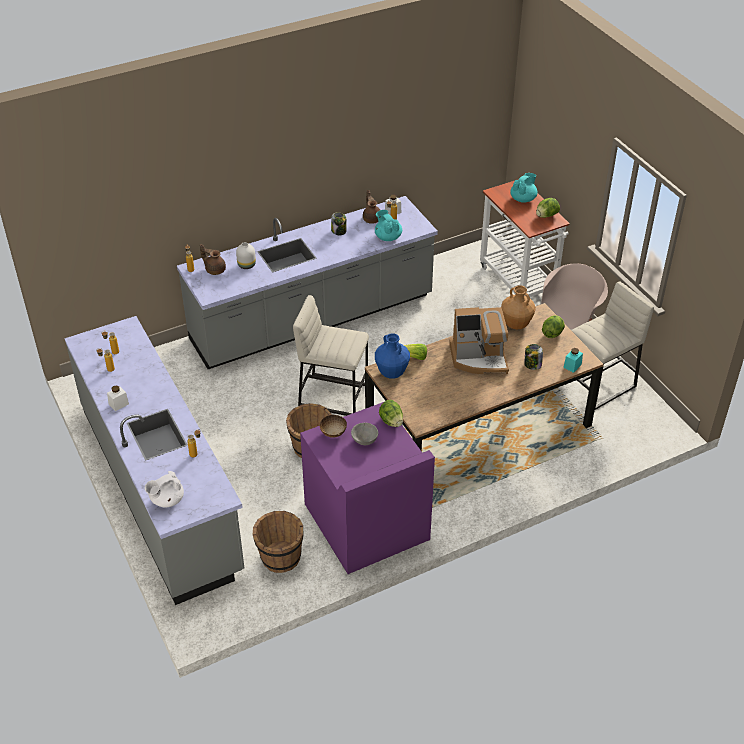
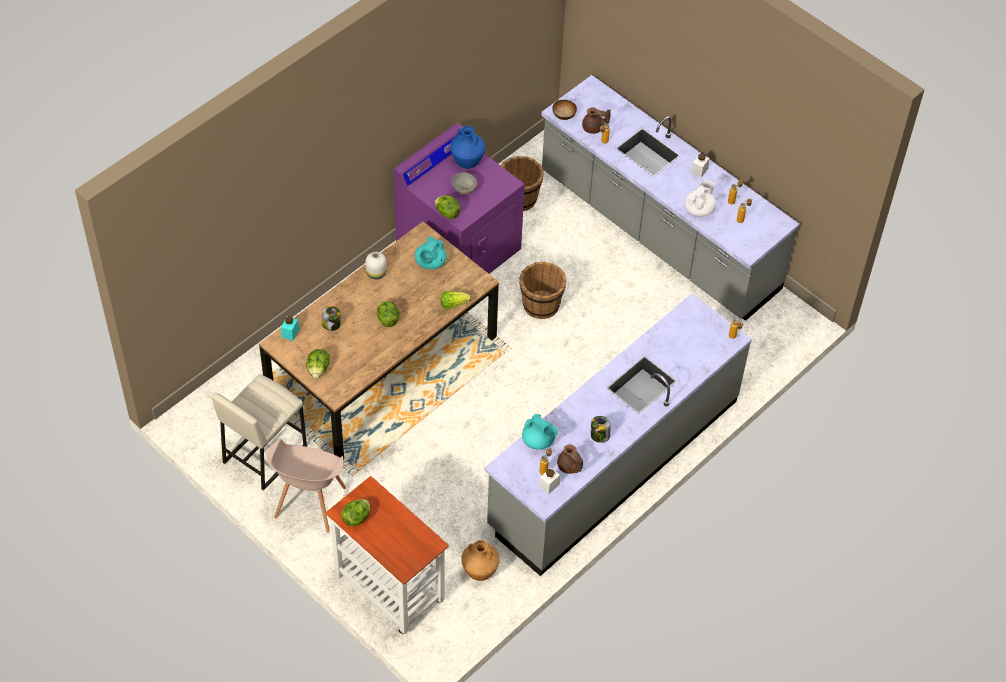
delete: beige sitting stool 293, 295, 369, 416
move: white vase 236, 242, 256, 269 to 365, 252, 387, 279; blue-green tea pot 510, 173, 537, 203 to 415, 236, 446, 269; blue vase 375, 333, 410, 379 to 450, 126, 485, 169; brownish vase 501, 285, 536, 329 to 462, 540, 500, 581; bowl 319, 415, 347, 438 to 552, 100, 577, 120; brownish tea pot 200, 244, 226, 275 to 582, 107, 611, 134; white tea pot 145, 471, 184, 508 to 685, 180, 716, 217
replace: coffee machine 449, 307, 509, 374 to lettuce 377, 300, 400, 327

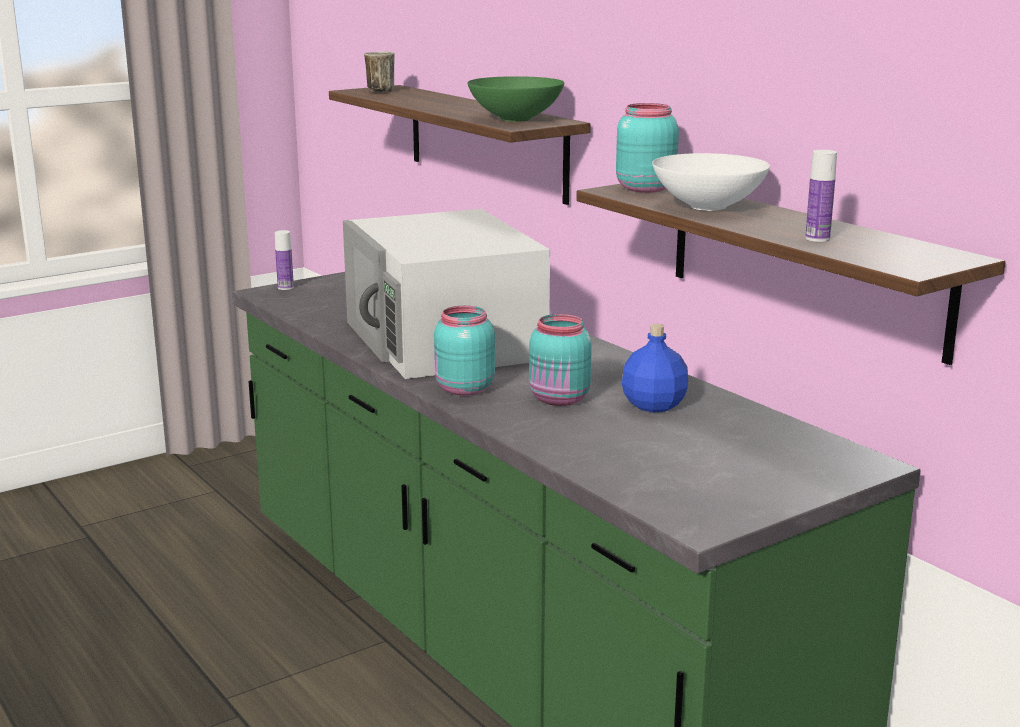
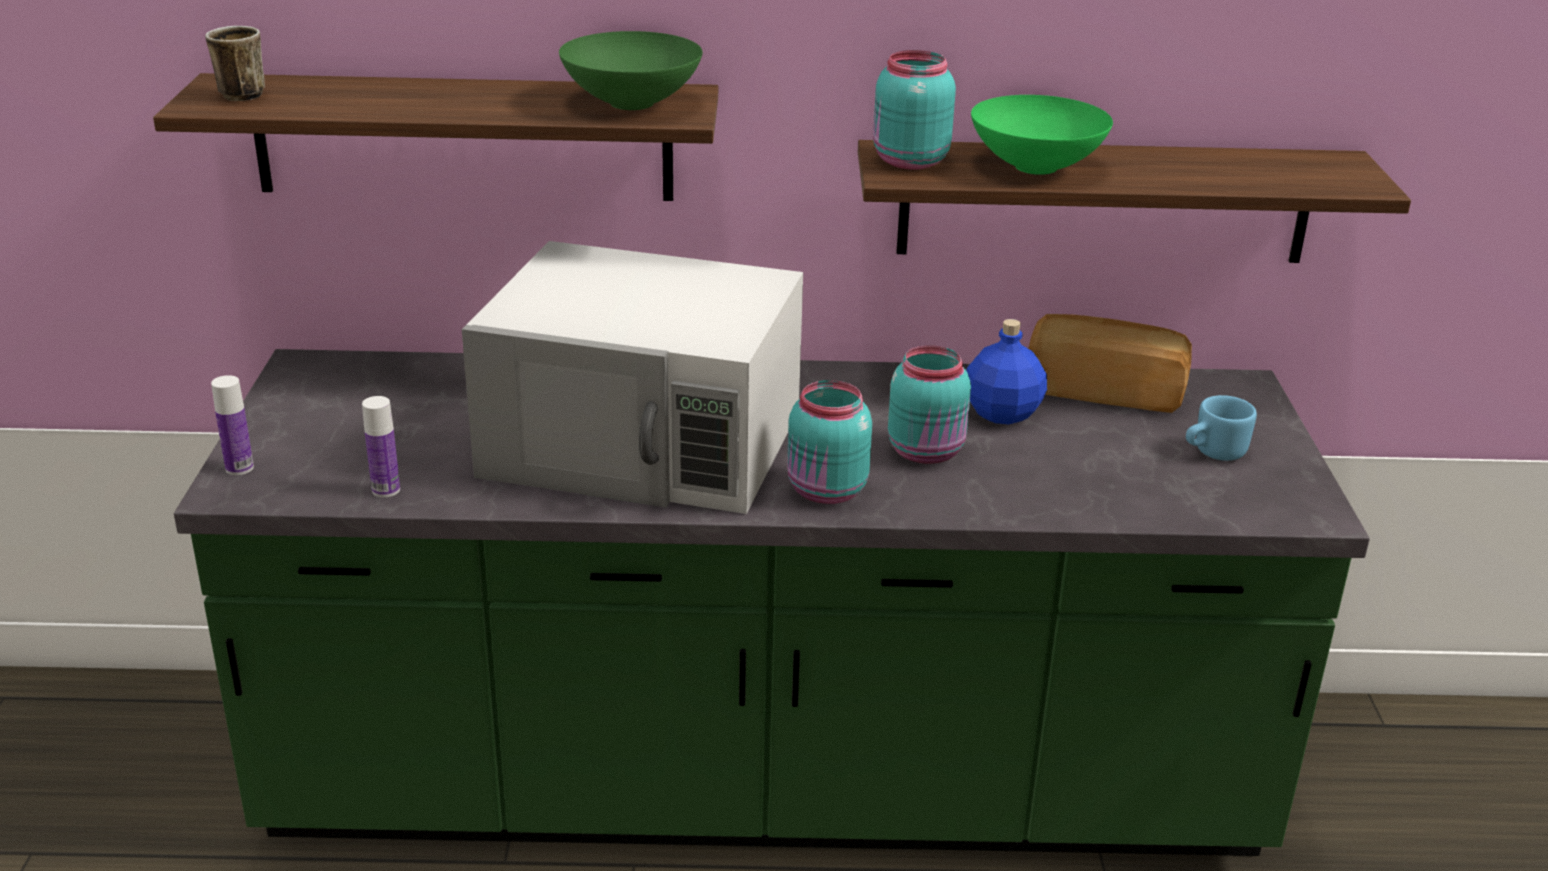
insert: bread 1028, 314, 1192, 413; blue tea mug 1186, 395, 1257, 461
move: bottle 805, 150, 837, 242 to 362, 396, 400, 497
recolor: white bowl 652, 153, 770, 211 to greenish bowl 971, 95, 1113, 175

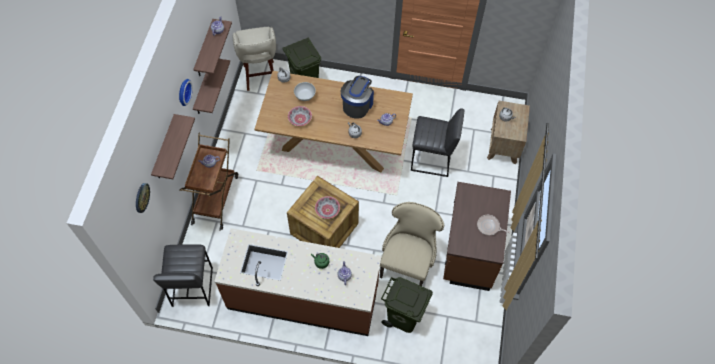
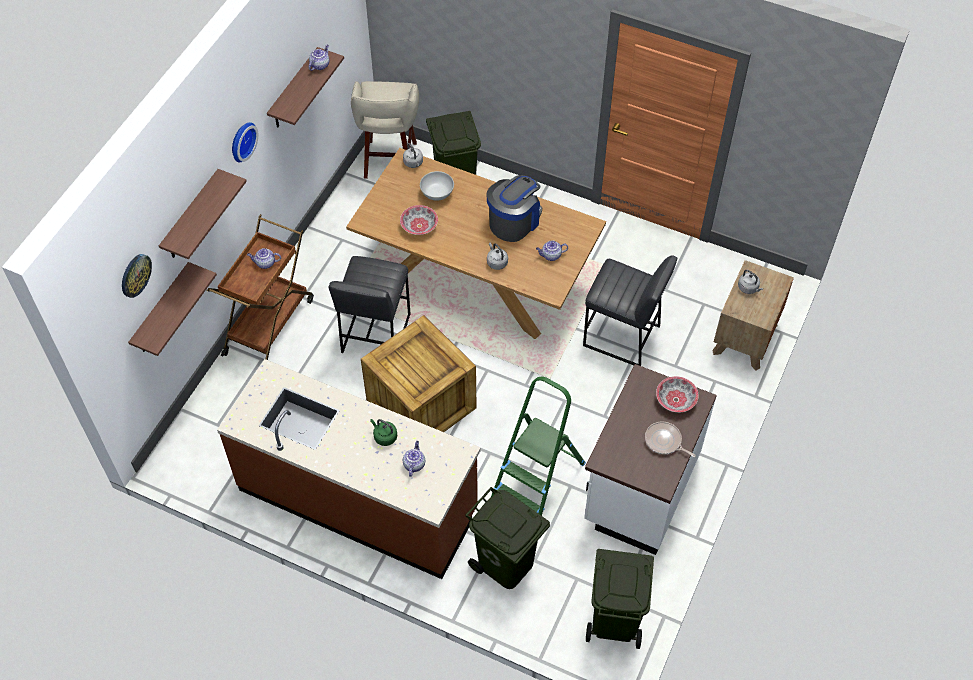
insert: greenish waste bin 586, 549, 654, 649
move: wall shelf 193, 59, 230, 114 to 128, 262, 217, 356; grey sitting stool 153, 244, 213, 307 to 328, 256, 411, 353; bowl 315, 196, 340, 219 to 656, 376, 699, 413
replace: beige plain chair 380, 202, 444, 286 to greenish step ladder 491, 377, 586, 516
recolor: brownish kitchen counter 443, 182, 511, 291 to white kitchen counter 584, 364, 717, 555

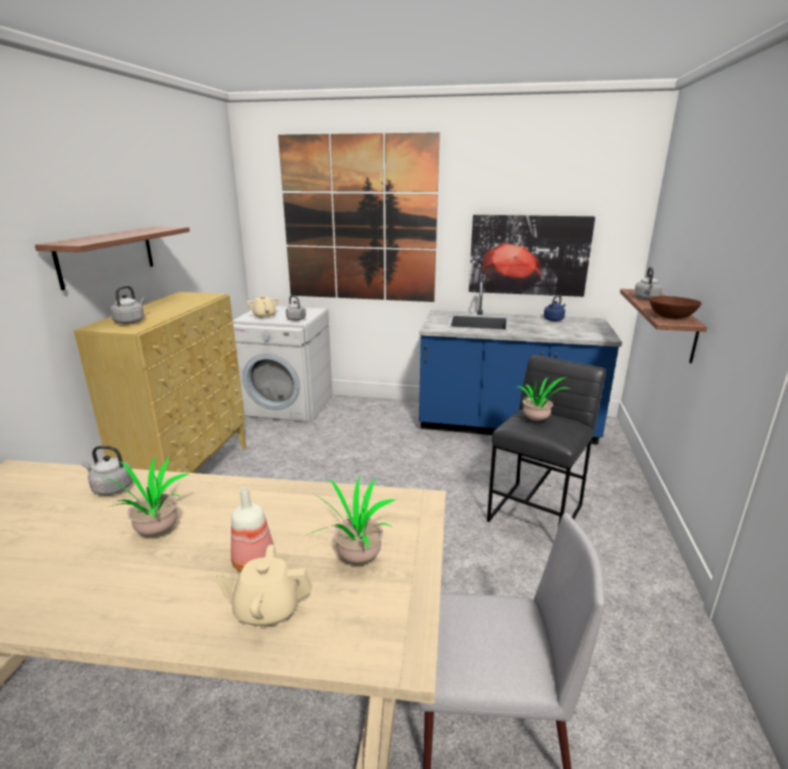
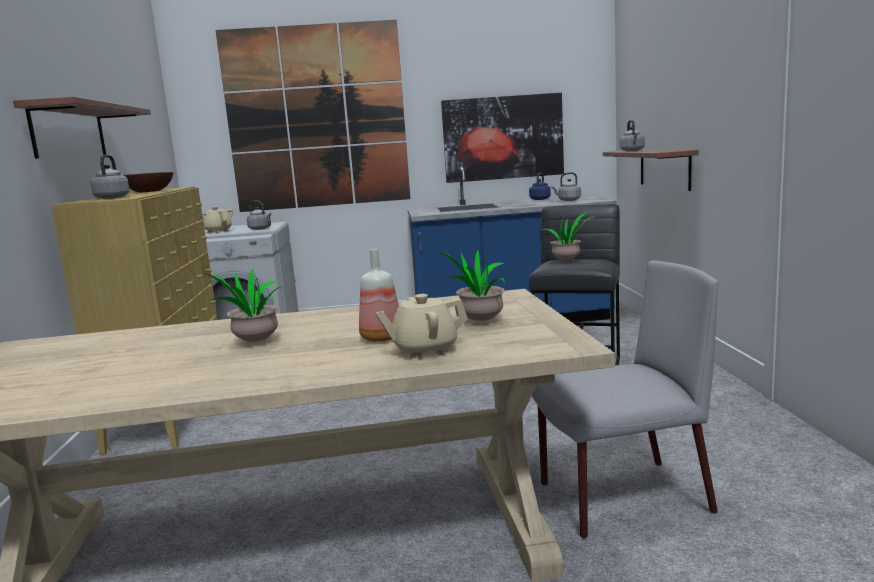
move: brownish bowl 650, 296, 702, 319 to 125, 172, 174, 192; grey kettle 82, 446, 133, 495 to 552, 172, 581, 201

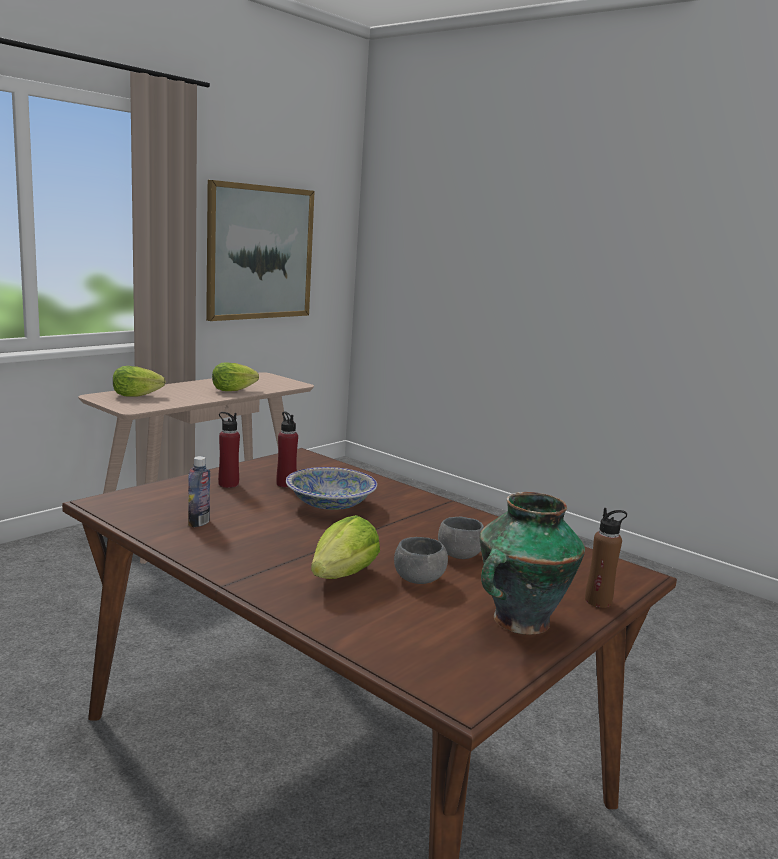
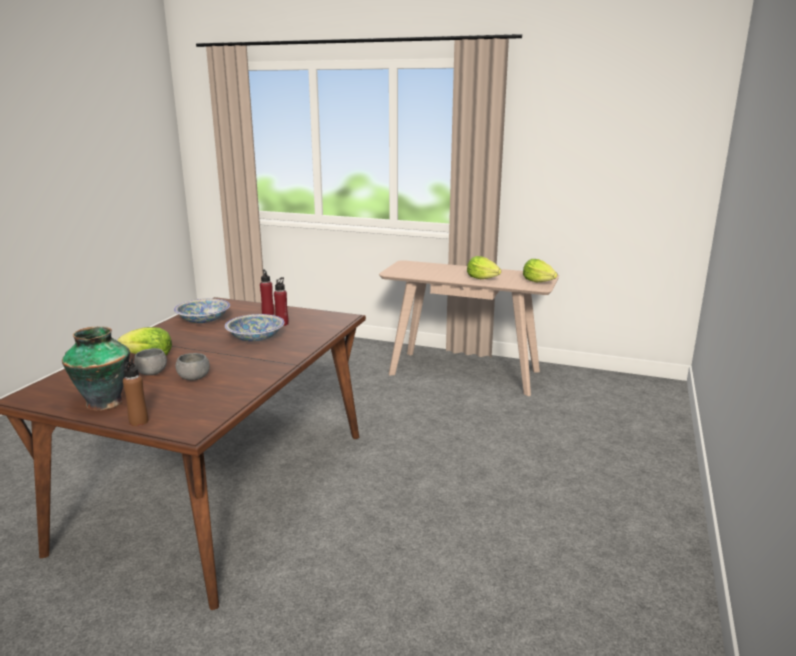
delete: wall picture 206, 180, 315, 321
move: lettuce 113, 366, 166, 397 to 523, 259, 557, 282
replace: bottle 188, 456, 210, 527 to bowl 174, 299, 230, 323

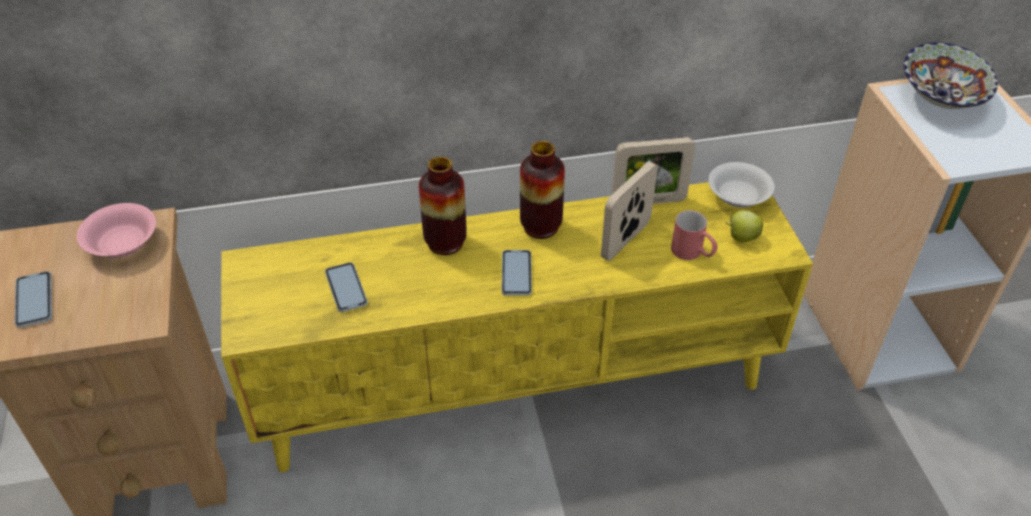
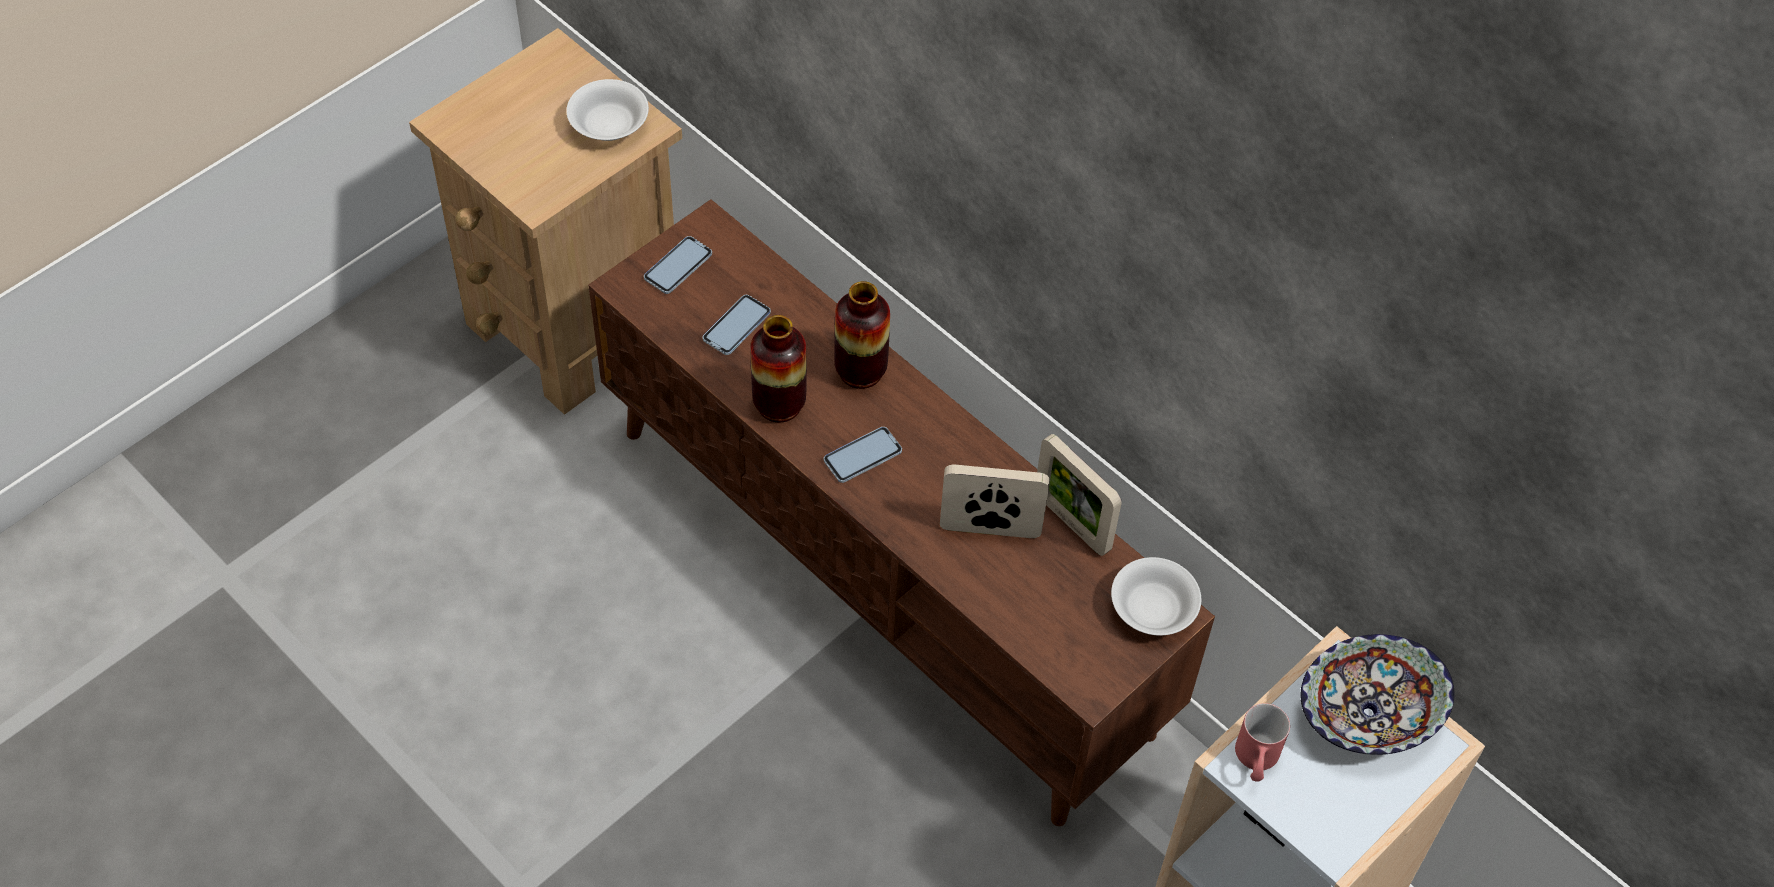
delete: whole apple 726, 210, 763, 242
move: phone 15, 271, 52, 328 to 644, 236, 712, 294; vase 520, 141, 565, 239 to 750, 315, 807, 423; reddish tea mug 671, 210, 718, 260 to 1235, 703, 1290, 782
recolor: pink bowl 77, 203, 156, 258 to white bowl 566, 79, 649, 141; yellow tv stand 221, 182, 813, 472 to brownish tv stand 588, 199, 1215, 826

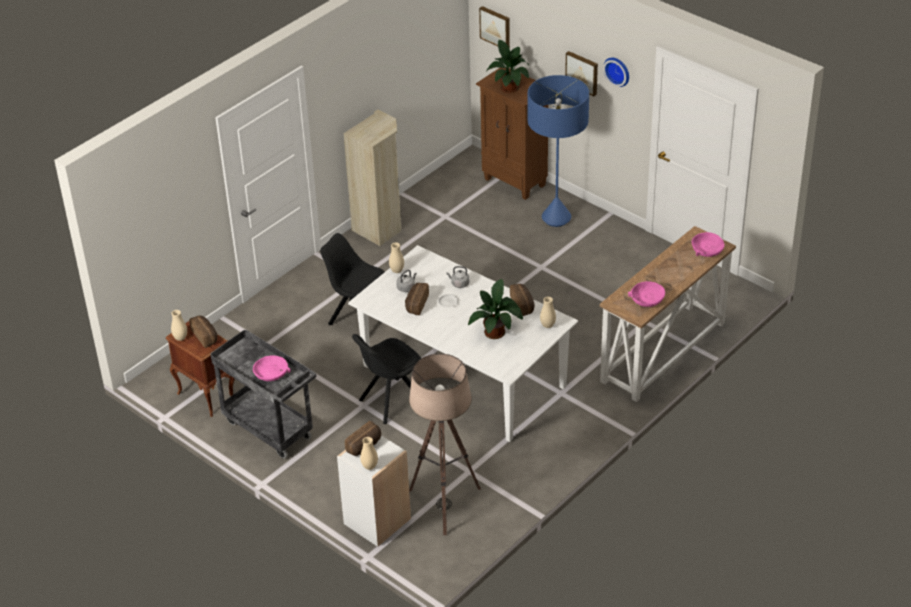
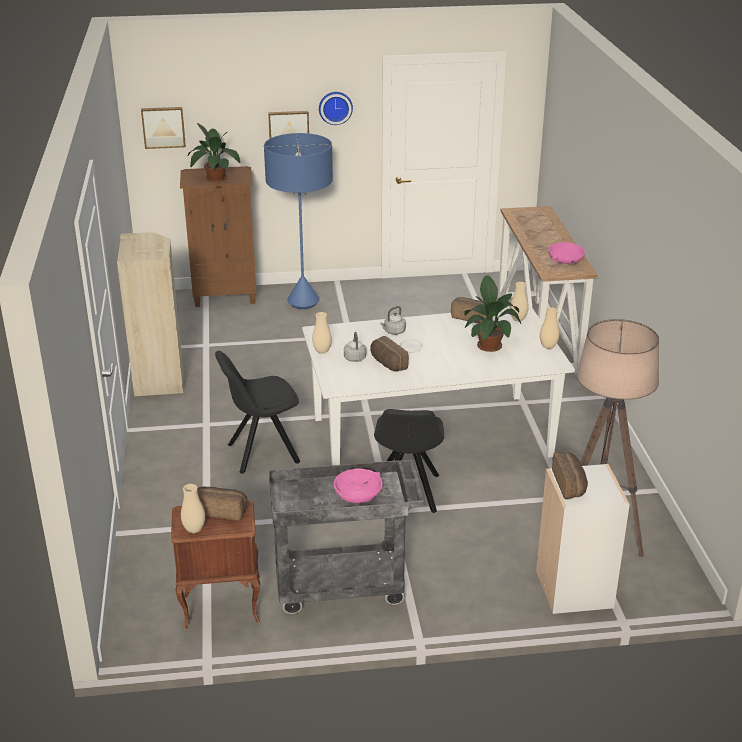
delete: pink bowl 692, 232, 724, 257
move: beige vase 360, 437, 378, 470 to 540, 308, 559, 349

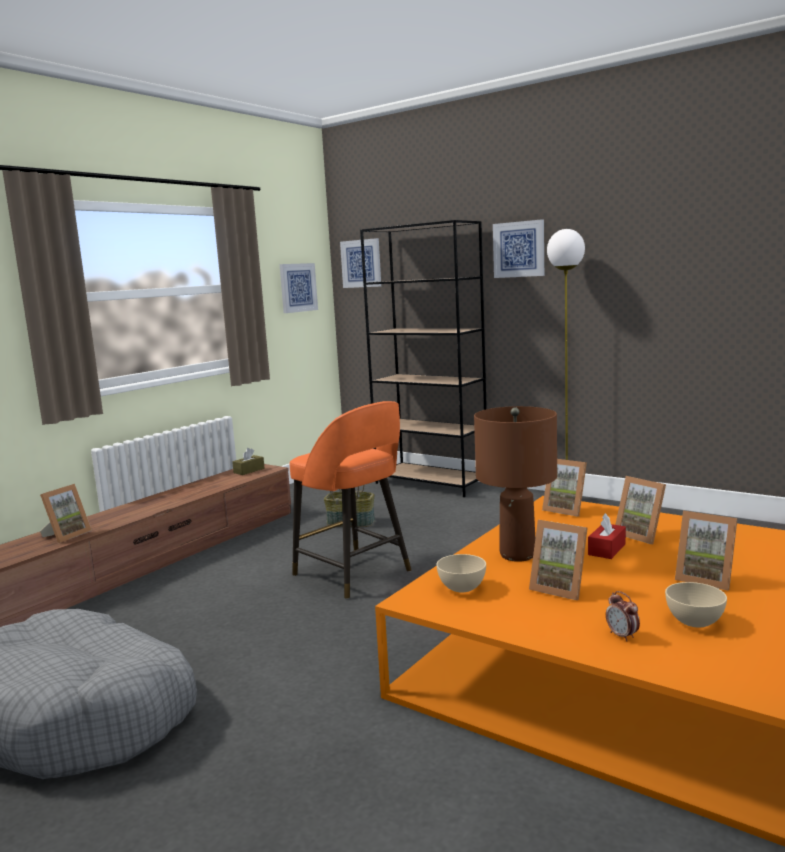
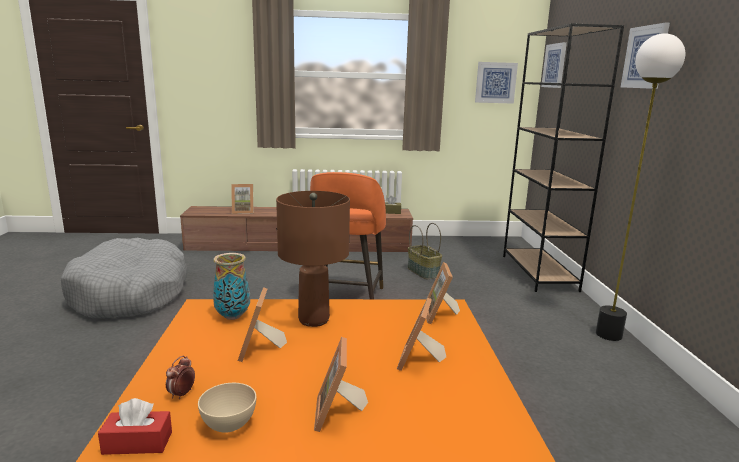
move: reddish tissue holder 588, 513, 626, 559 to 98, 398, 172, 455
replace: beige bowl 436, 554, 486, 592 to vase 213, 253, 250, 320

